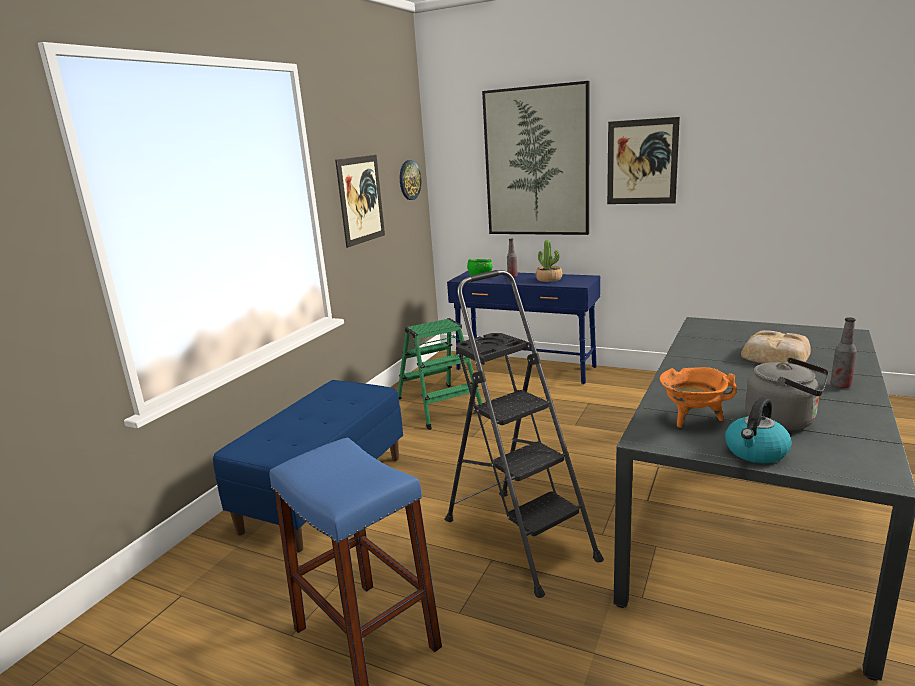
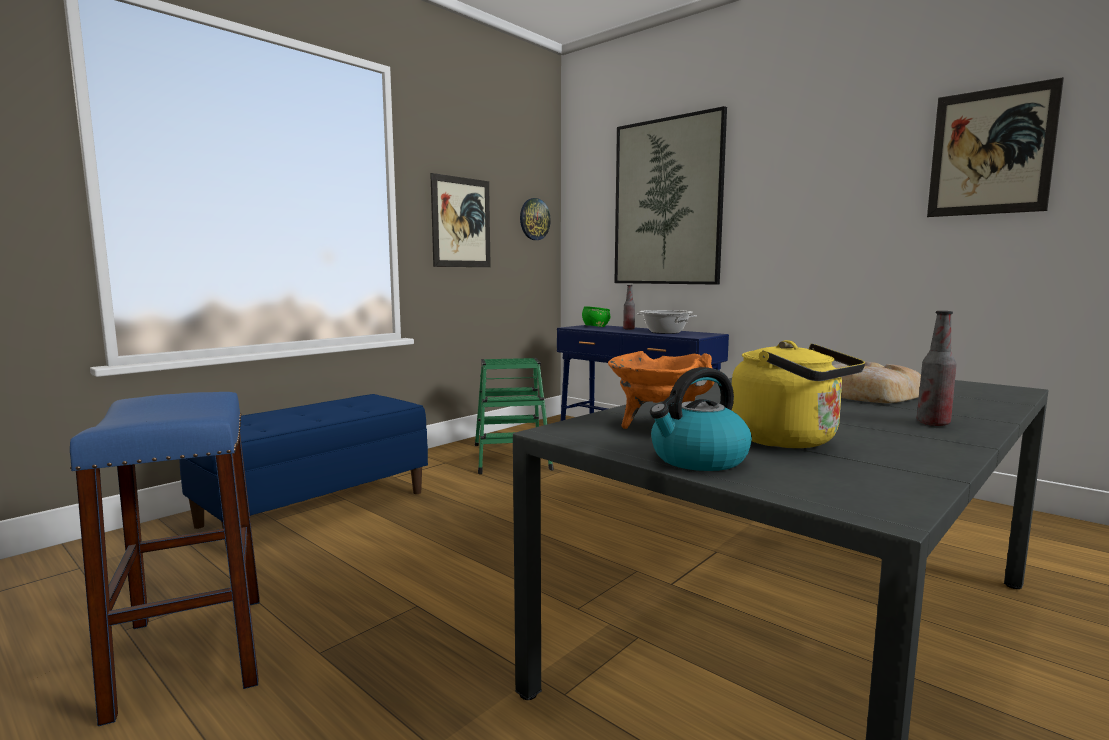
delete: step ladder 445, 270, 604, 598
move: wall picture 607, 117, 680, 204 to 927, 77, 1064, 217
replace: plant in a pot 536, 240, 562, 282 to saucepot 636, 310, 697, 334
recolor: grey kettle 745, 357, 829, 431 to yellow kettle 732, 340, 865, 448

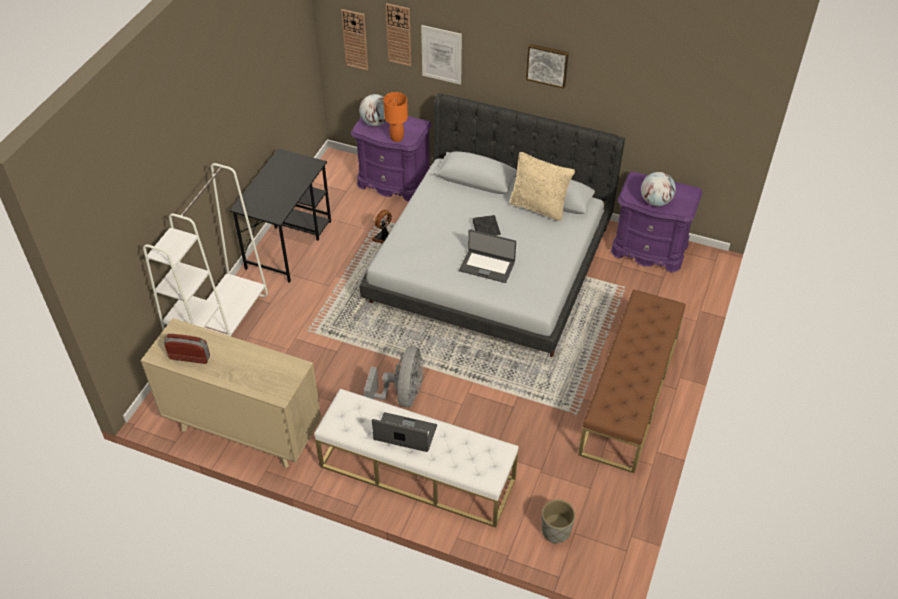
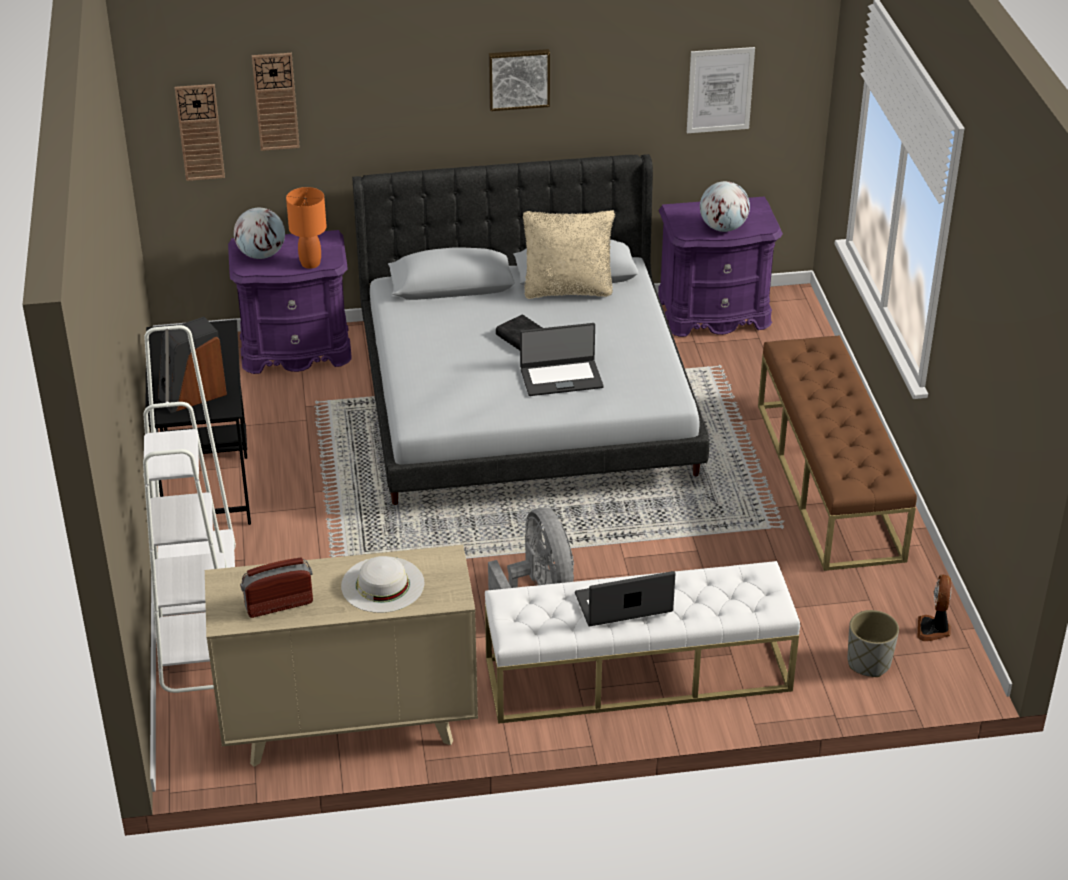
insert: audio speaker 158, 317, 227, 413; white wearable hat 341, 556, 424, 613
move: wall picture 421, 25, 462, 85 to 687, 47, 755, 133; cooling fan 371, 210, 392, 243 to 917, 575, 951, 641

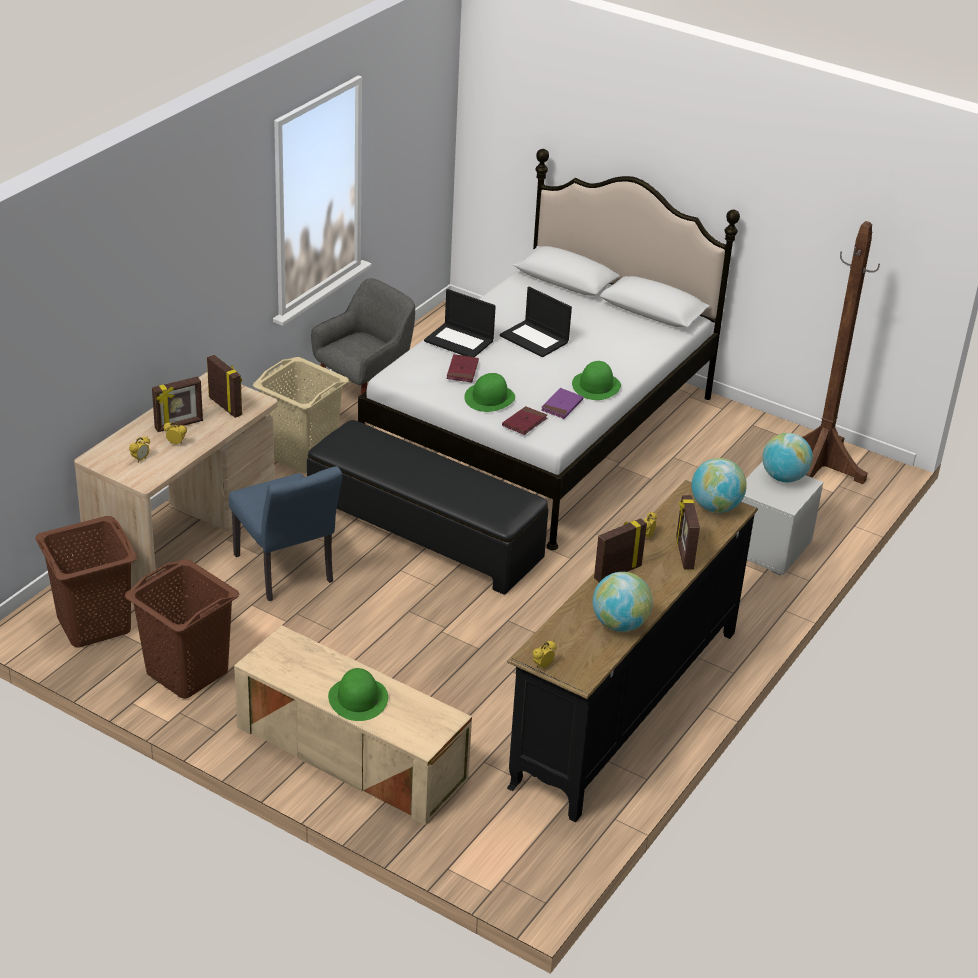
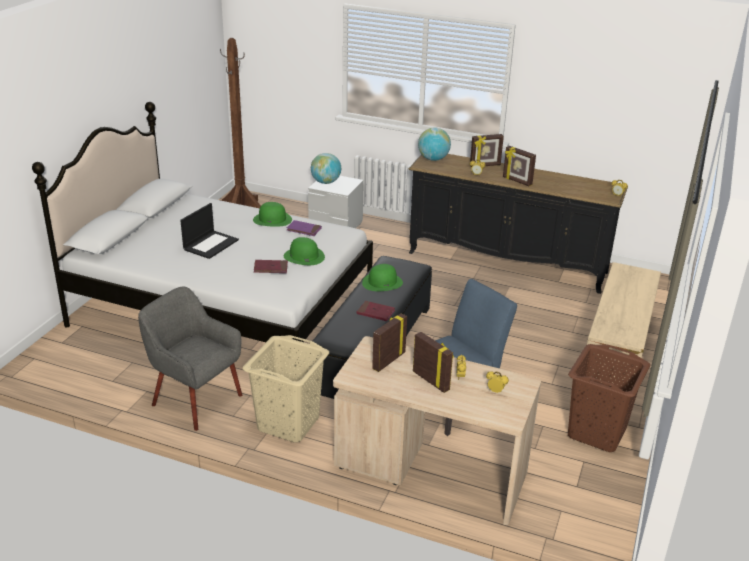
delete: brownish washing basket 35, 516, 137, 647; portable computer 424, 289, 496, 357; desk globe 593, 572, 653, 632
move: reddish bound book 502, 406, 547, 435 to 357, 301, 395, 321; greenish wearable hat 328, 668, 388, 721 to 362, 264, 403, 291

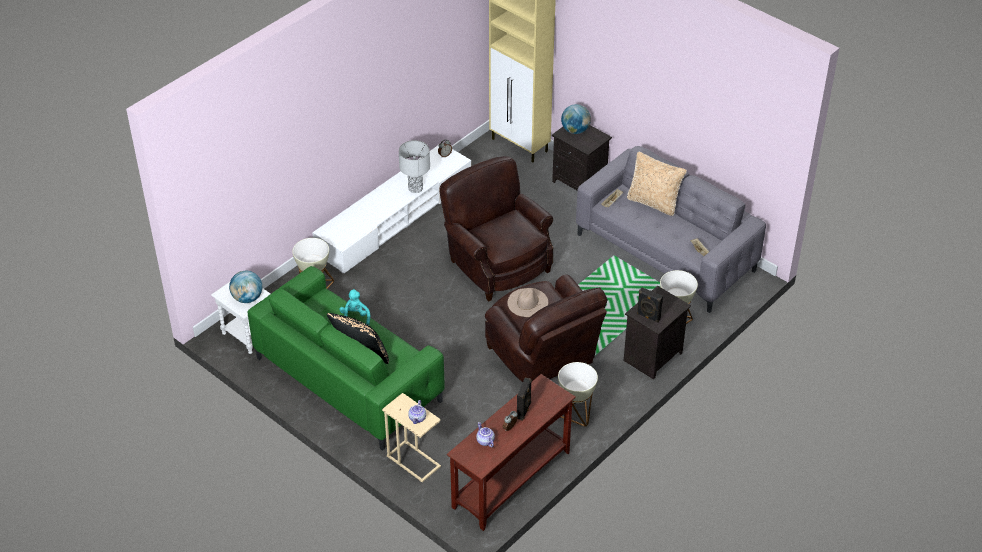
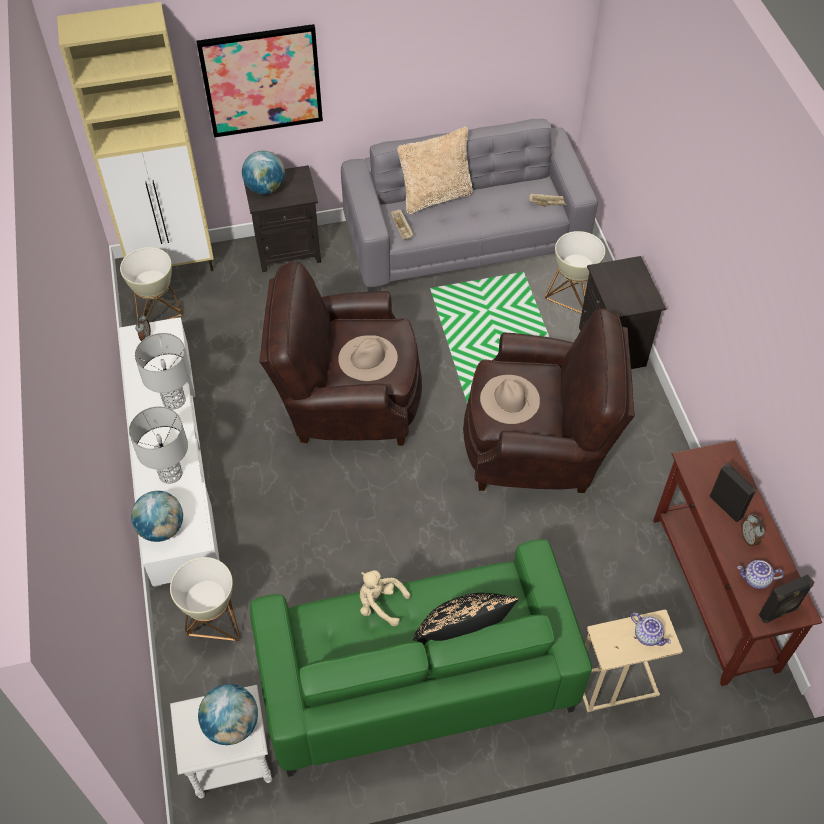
insert: white lamp for a table 129, 406, 188, 484; desk globe 131, 491, 183, 542; wall picture 196, 24, 323, 138; beige wearable hat 338, 335, 398, 381
move: flower pot 558, 362, 598, 427 to 120, 247, 183, 324; black-coloured audio speaker 637, 288, 663, 323 to 759, 574, 814, 623
recolor: blue-green cuddly toy 339, 289, 370, 325 to beige cuddly toy 360, 570, 410, 626

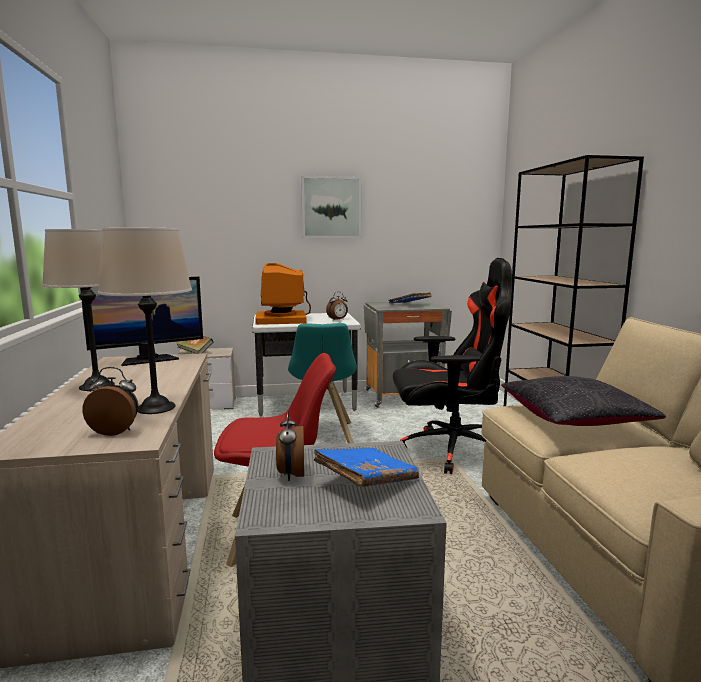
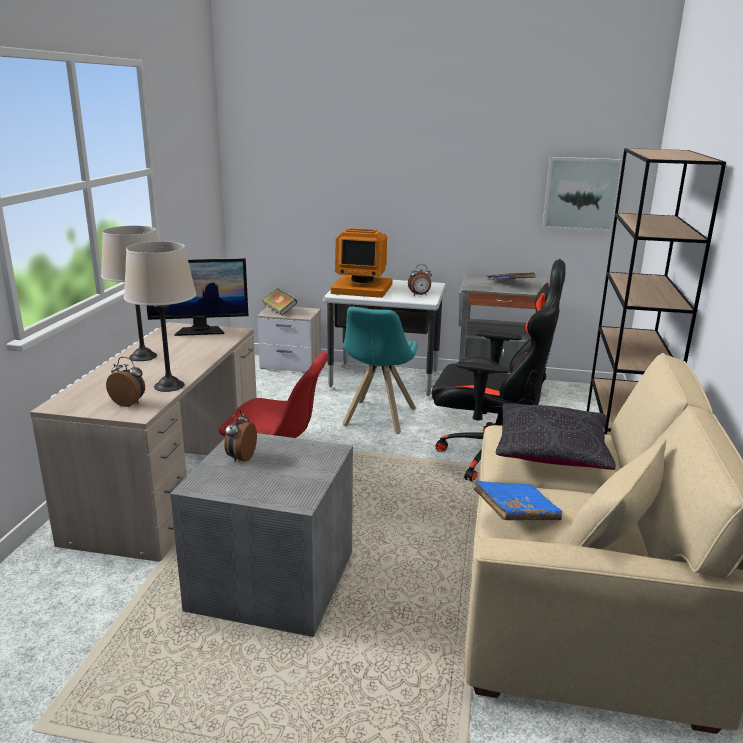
move: blue bound book 313, 448, 419, 487 to 473, 481, 562, 520; wall picture 301, 176, 362, 238 to 542, 157, 623, 232
rotate: computer screen 255, 263, 311, 325 = 330, 228, 392, 298 90 degrees counterclockwise

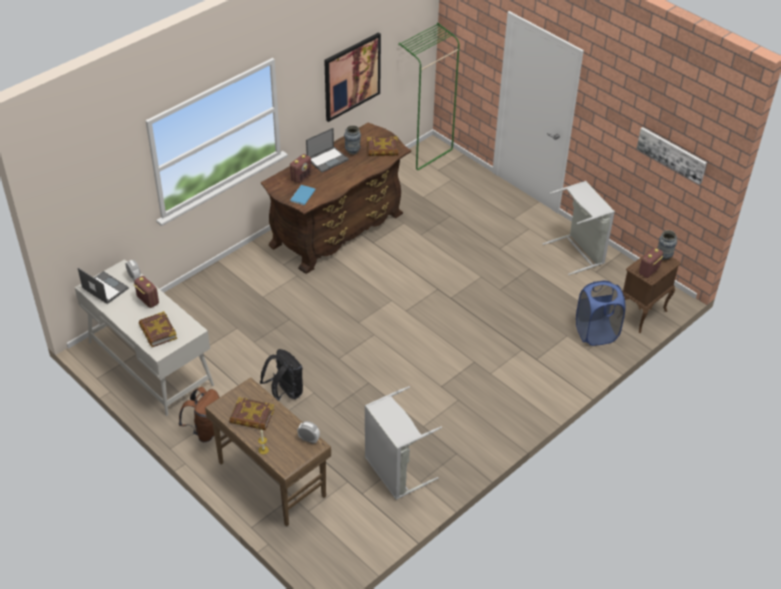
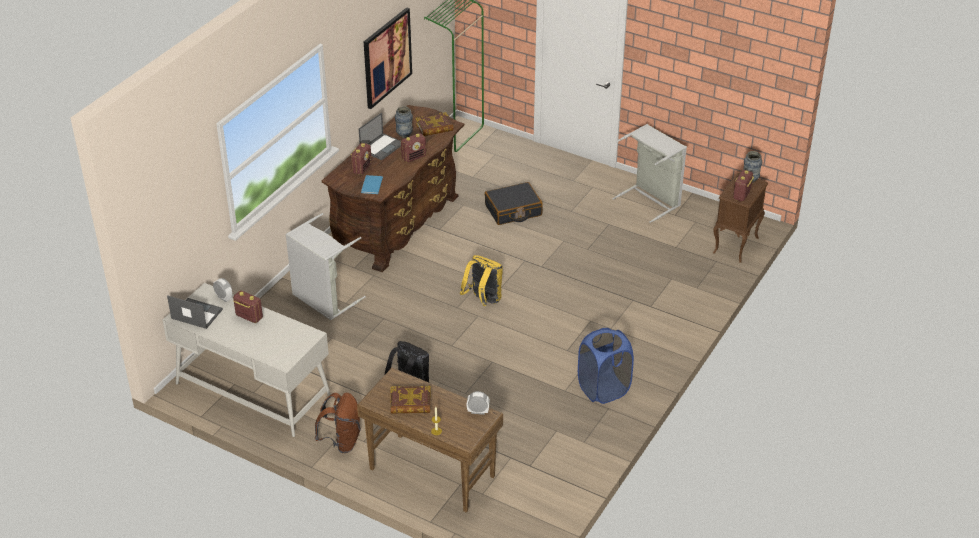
delete: bound book 139, 311, 177, 347; wall picture 637, 127, 707, 185
insert: radio receiver 401, 133, 426, 163; yellow knapsack 460, 255, 503, 306; black-coloured piece of luggage 485, 182, 543, 225
move: grey washing basket 365, 386, 442, 500 to 285, 213, 366, 321; blue washing basket 576, 280, 625, 346 to 578, 328, 634, 404

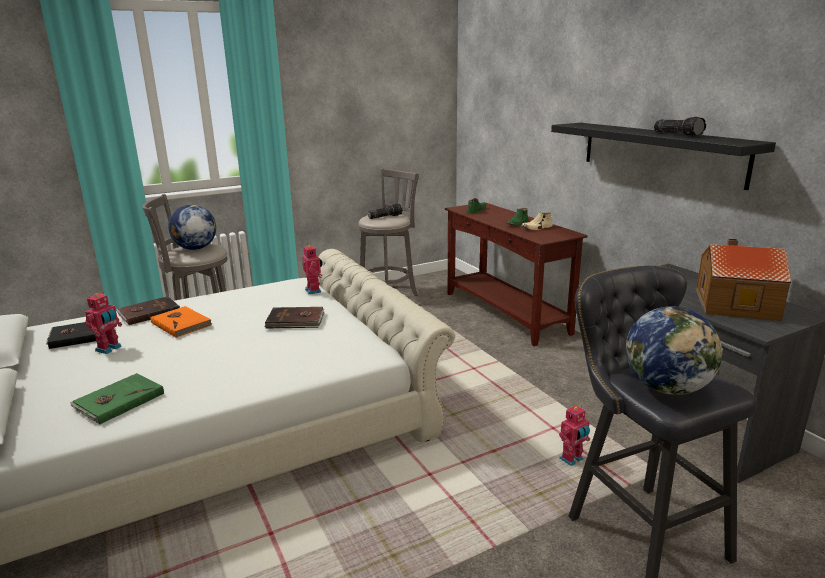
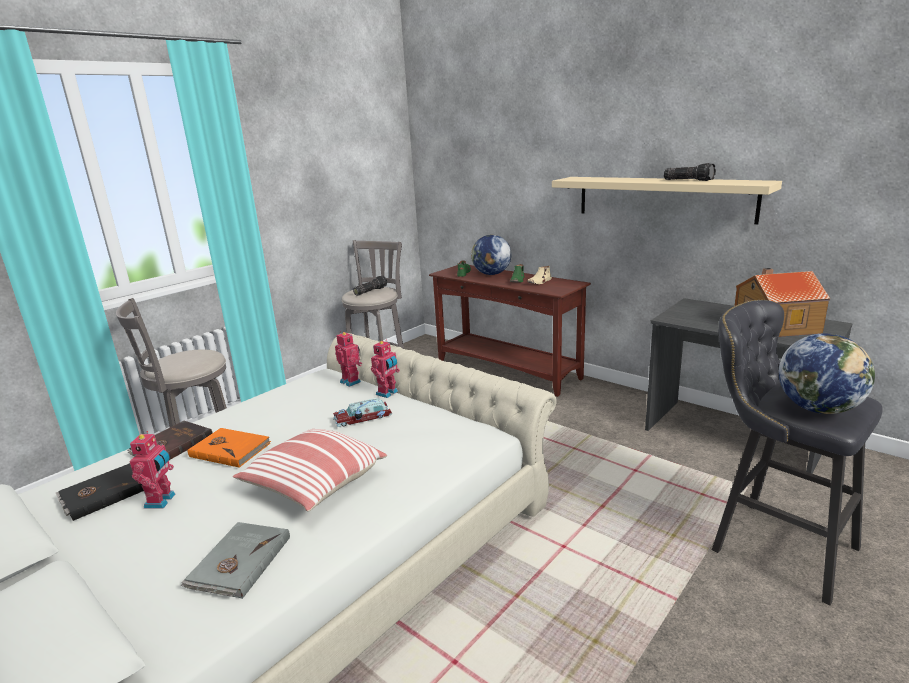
insert: cushion 233, 429, 387, 512
move: toy robot 559, 405, 590, 466 to 371, 341, 400, 398; desk globe 168, 204, 216, 250 to 471, 235, 512, 275
replace: brownish bound book 264, 307, 325, 329 to toy car 333, 398, 393, 427
recolor: greenish bound book 70, 373, 164, 424 to grey bound book 181, 522, 290, 599; black-coloured wall shelf 551, 123, 776, 190 to beige wall shelf 552, 177, 782, 225

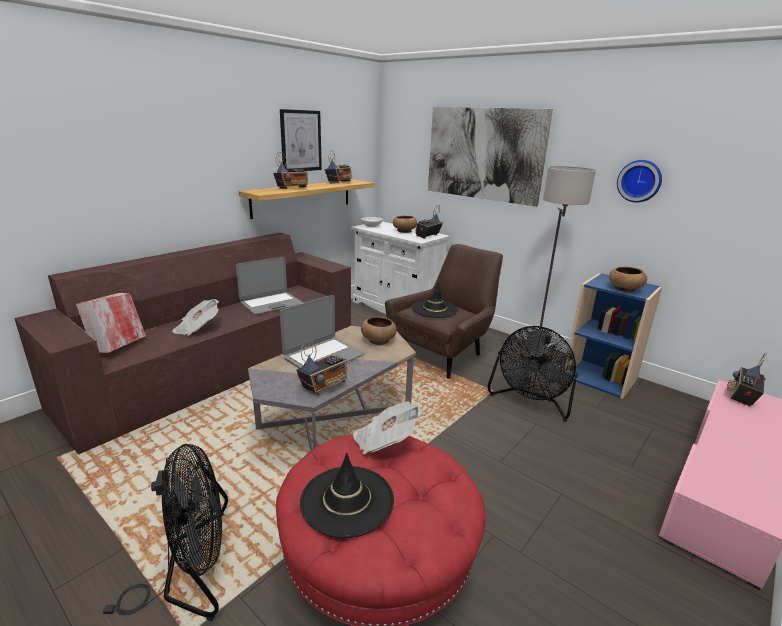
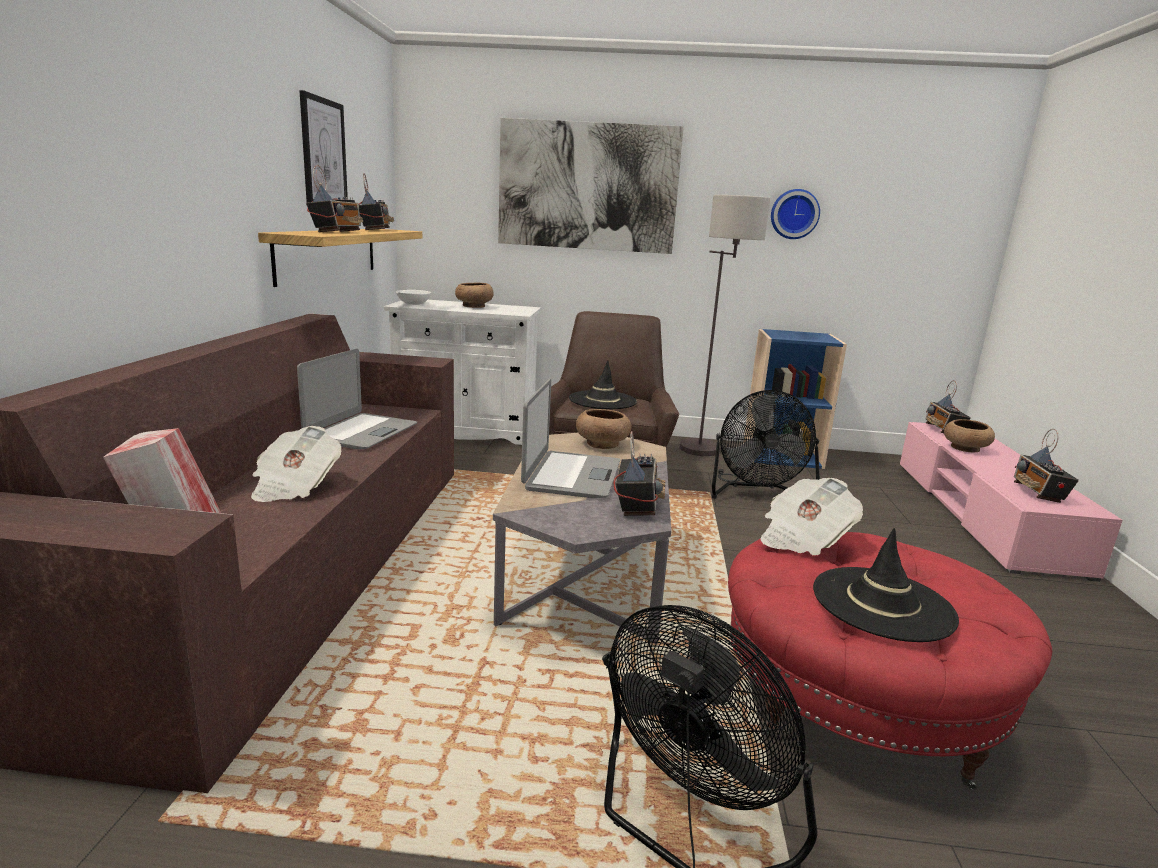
move: brownish bowl 609, 267, 647, 292 to 944, 419, 995, 452; radio receiver 415, 205, 443, 239 to 1014, 429, 1079, 503

